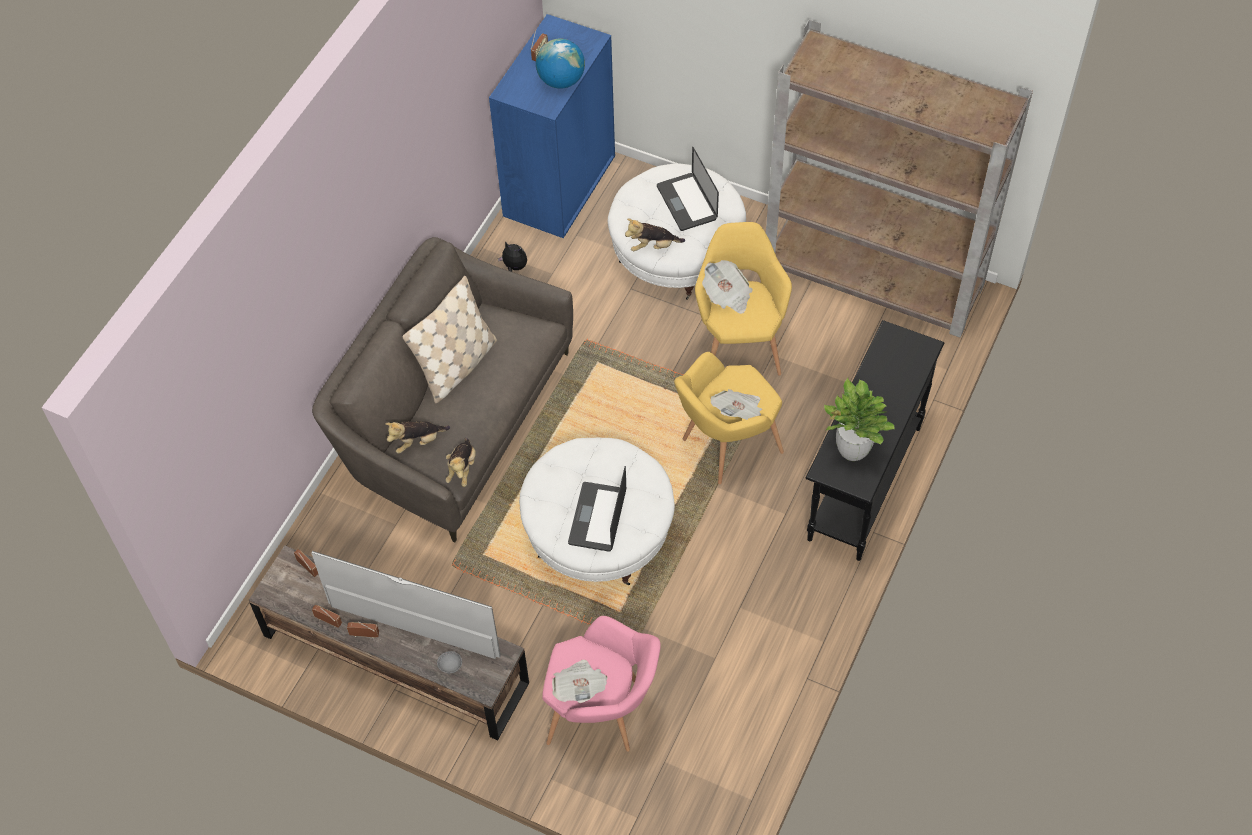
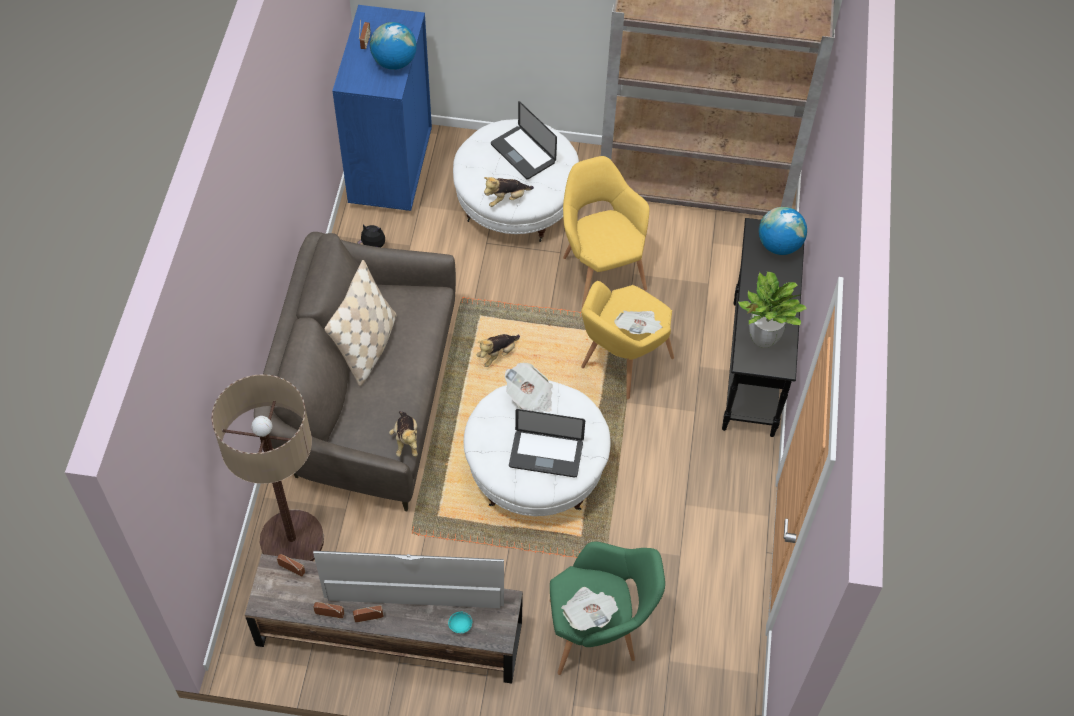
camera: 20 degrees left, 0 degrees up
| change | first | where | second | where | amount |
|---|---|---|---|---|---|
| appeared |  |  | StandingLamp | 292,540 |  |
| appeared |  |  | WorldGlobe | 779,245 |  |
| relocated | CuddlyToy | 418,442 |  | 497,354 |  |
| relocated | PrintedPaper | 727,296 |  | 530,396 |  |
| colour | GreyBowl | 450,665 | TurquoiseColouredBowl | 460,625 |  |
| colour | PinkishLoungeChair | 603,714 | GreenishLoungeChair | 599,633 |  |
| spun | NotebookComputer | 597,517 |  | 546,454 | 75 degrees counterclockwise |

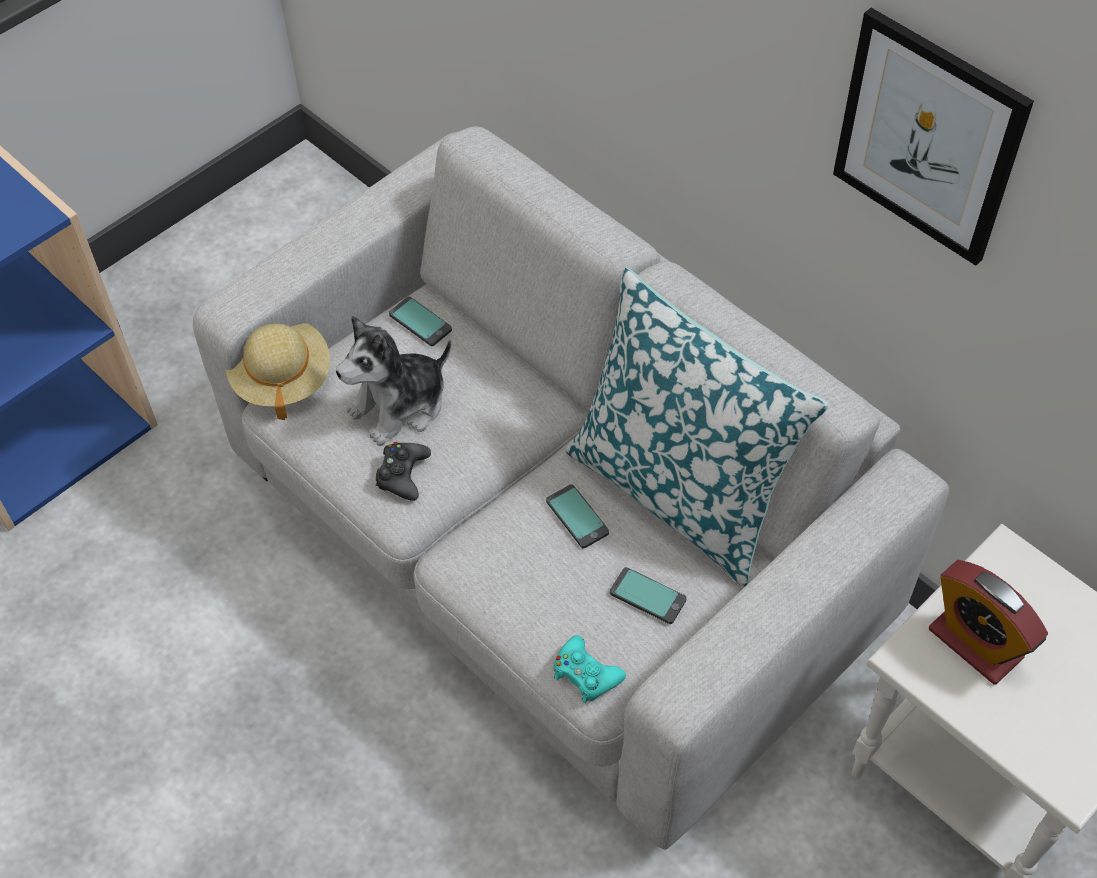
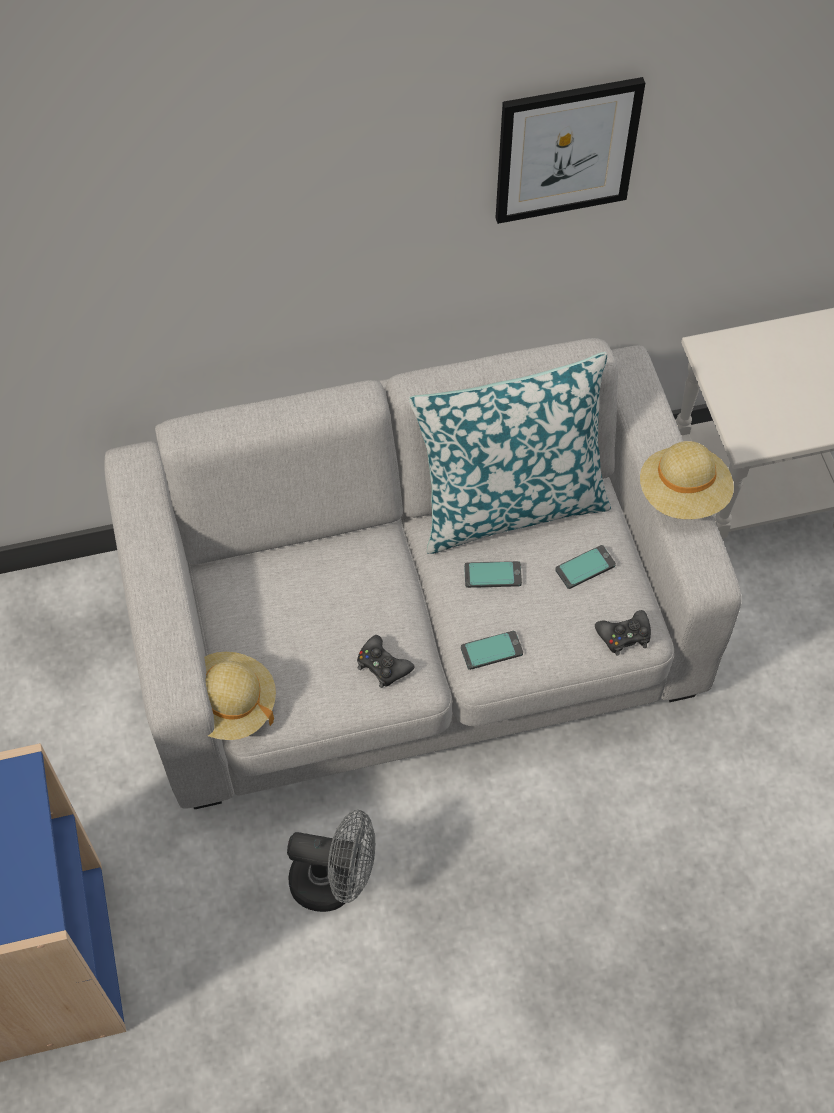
camera: 60 degrees left, 5 degrees up
| change | first | where | second | where | amount |
|---|---|---|---|---|---|
| missing | CuddlyToy | 400,406 |  |  |  |
| missing | AlarmClock | 975,643 |  |  |  |
| appeared |  |  | GreyFan | 335,881 |  |
| appeared |  |  | SandColouredHat | 683,495 |  |
| relocated | Handset | 420,322 |  | 491,650 |  |
| colour | TurquoiseColouredGameController | 585,674 | BlackGameController | 624,635 |  |

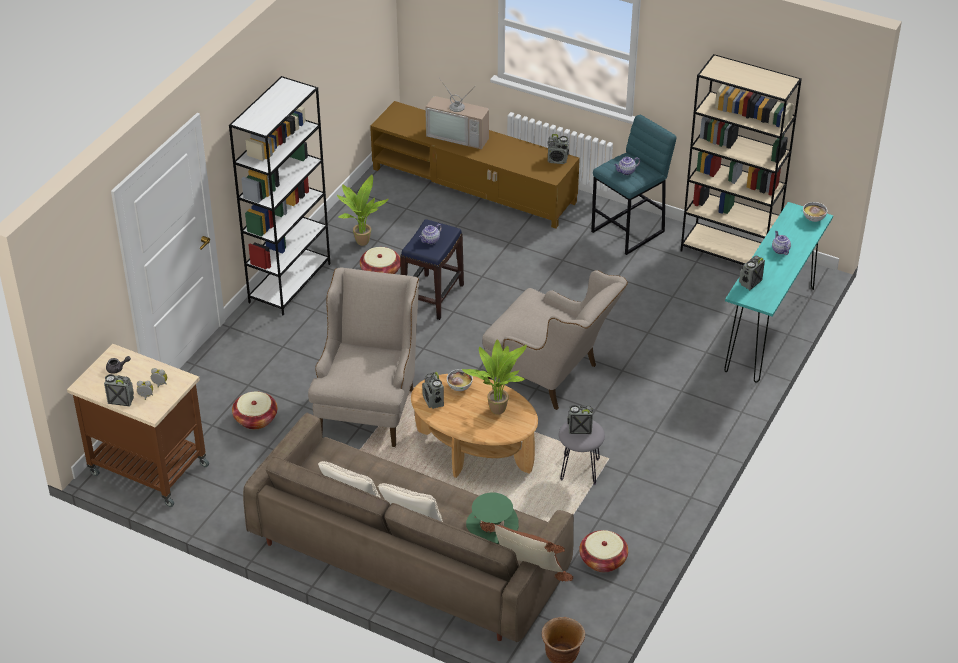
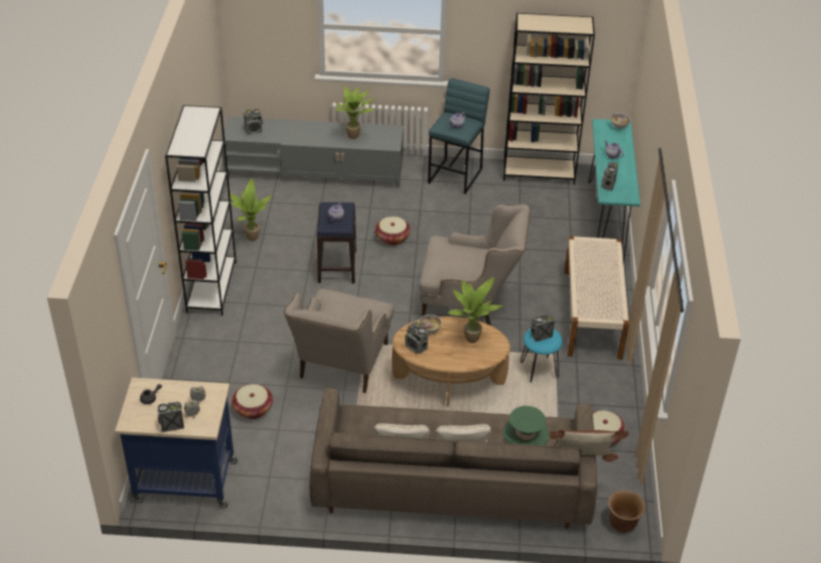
camera: 25 degrees left, 0 degrees up
| change | first | where | second | where | amount |
|---|---|---|---|---|---|
| missing | Television | 459,135 |  |  |  |
| appeared |  |  | Houseplant | 355,137 |  |
| appeared |  |  | SandColouredLongSeat | 592,313 |  |
| relocated | Basket | 380,272 |  | 392,238 |  |
| relocated | RadioReceiver | 557,160 |  | 254,131 |  |
| colour | BrownColouredWheeledCart | 148,470 | BlueColouredWheeledCart | 185,482 |  |
| colour | BrownColouredTvStand | 474,186 | GreyTvStand | 315,171 |  |
| colour | GreyStool | 579,470 | TurquoiseColouredStool | 539,370 |  |
| spun | SandColouredLoungeChair | 369,404 |  | 340,368 | 150 degrees counterclockwise |

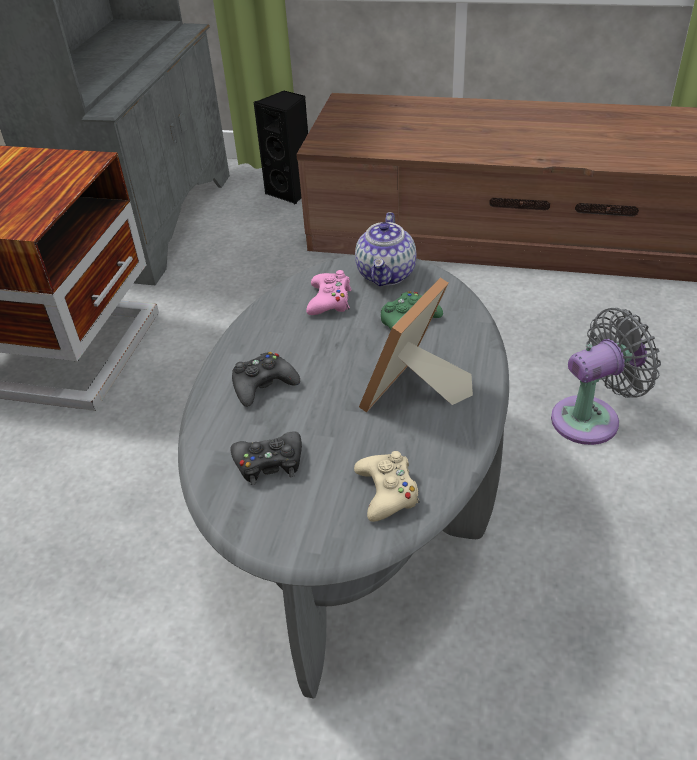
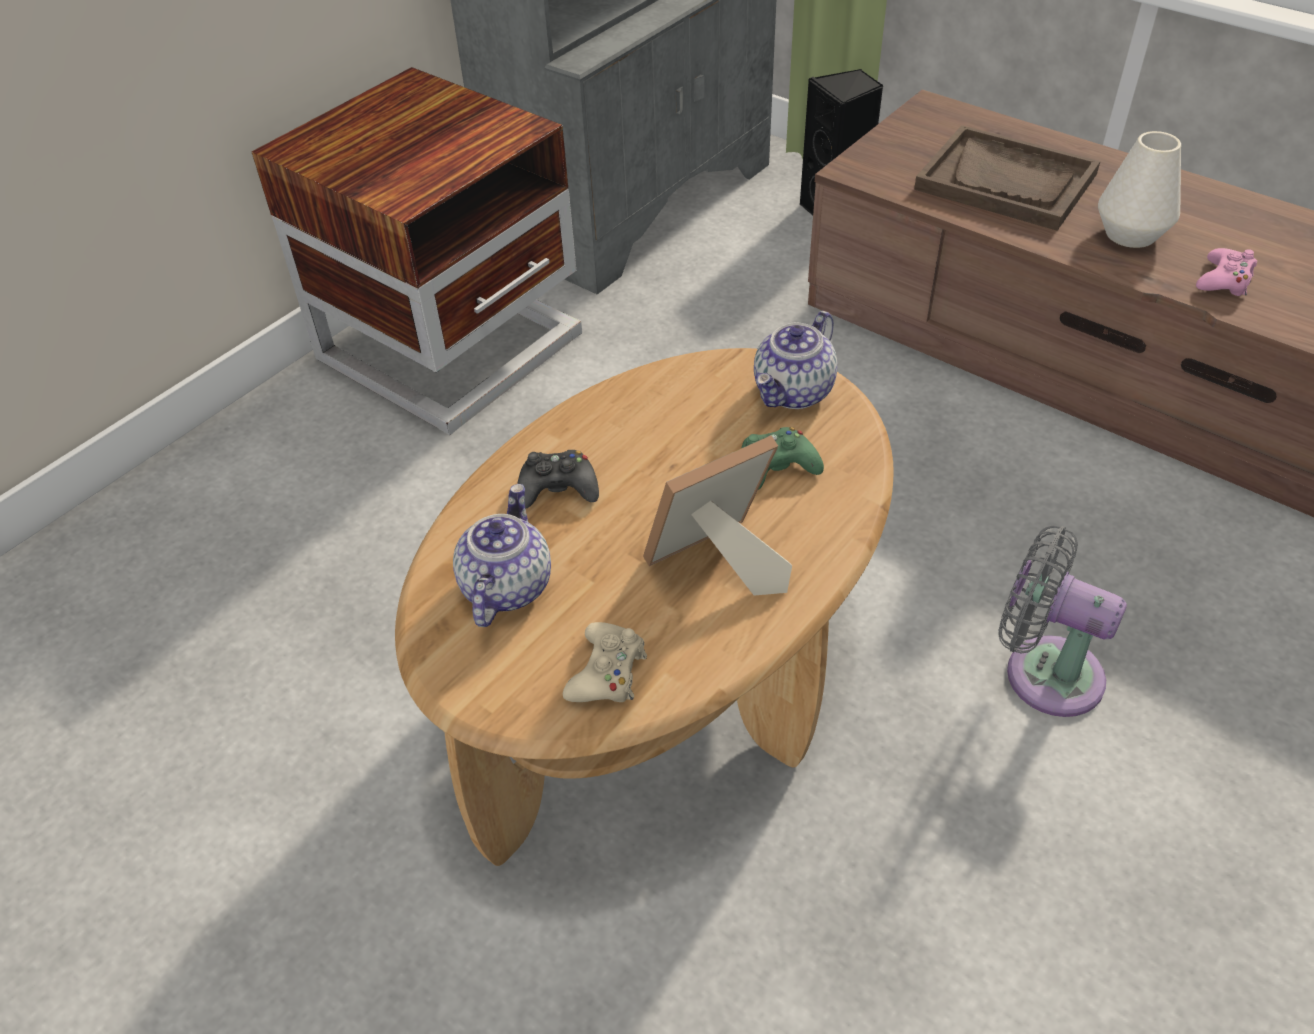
camera: 25 degrees right, 5 degrees up
| change | first | where | second | where | amount |
|---|---|---|---|---|---|
| appeared |  |  | BrownColouredServingTray | 1006,182 |  |
| appeared |  |  | WhitishVase | 1130,234 |  |
| relocated | PinkishGameController | 329,301 |  | 1224,280 |  |
| exchanged | BlackGameController | 269,463 | TeaPot | 505,586 |  |
| colour | GreyLowTable | 358,519 | BrownColouredLowTable | 665,683 |  |
| spun | GreyFan | 591,418 |  | 1043,671 | 150 degrees counterclockwise |

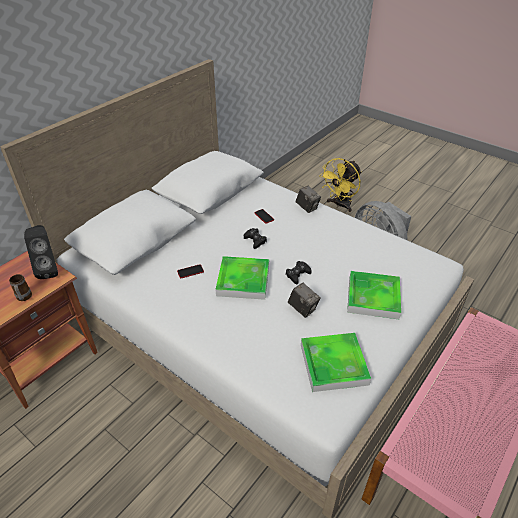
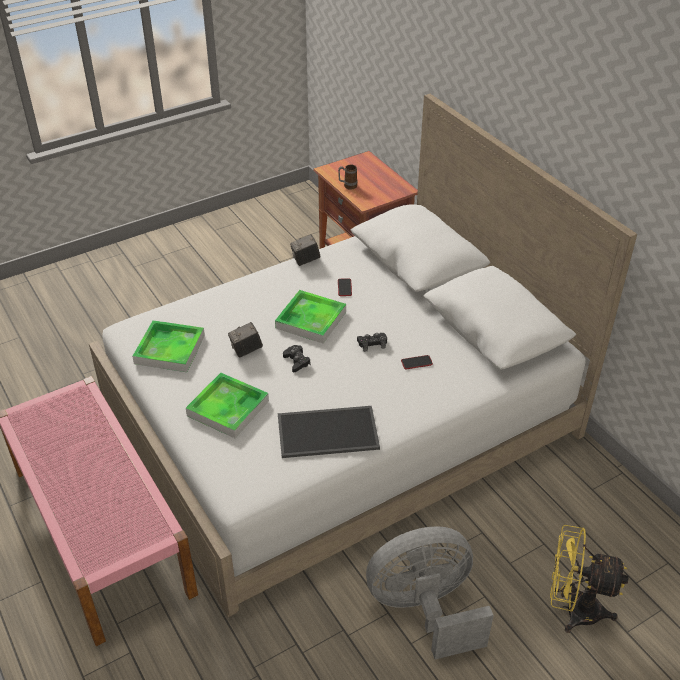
camera: 110 degrees right, 0 degrees up
| change | first | where | second | where | amount |
|---|---|---|---|---|---|
| missing | BlackLoudspeaker | 50,269 |  |  |  |
| appeared |  |  | ServingTray | 328,431 |  |
| relocated | StillCamera | 307,207 |  | 305,260 |  |
| spun | YellowFan | 339,205 |  | 573,609 | 45 degrees counterclockwise |

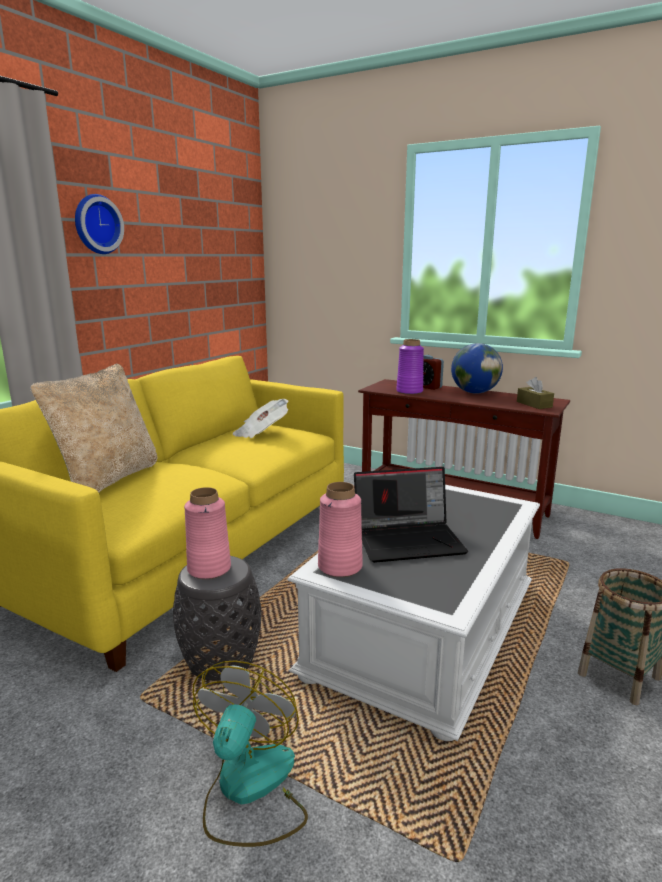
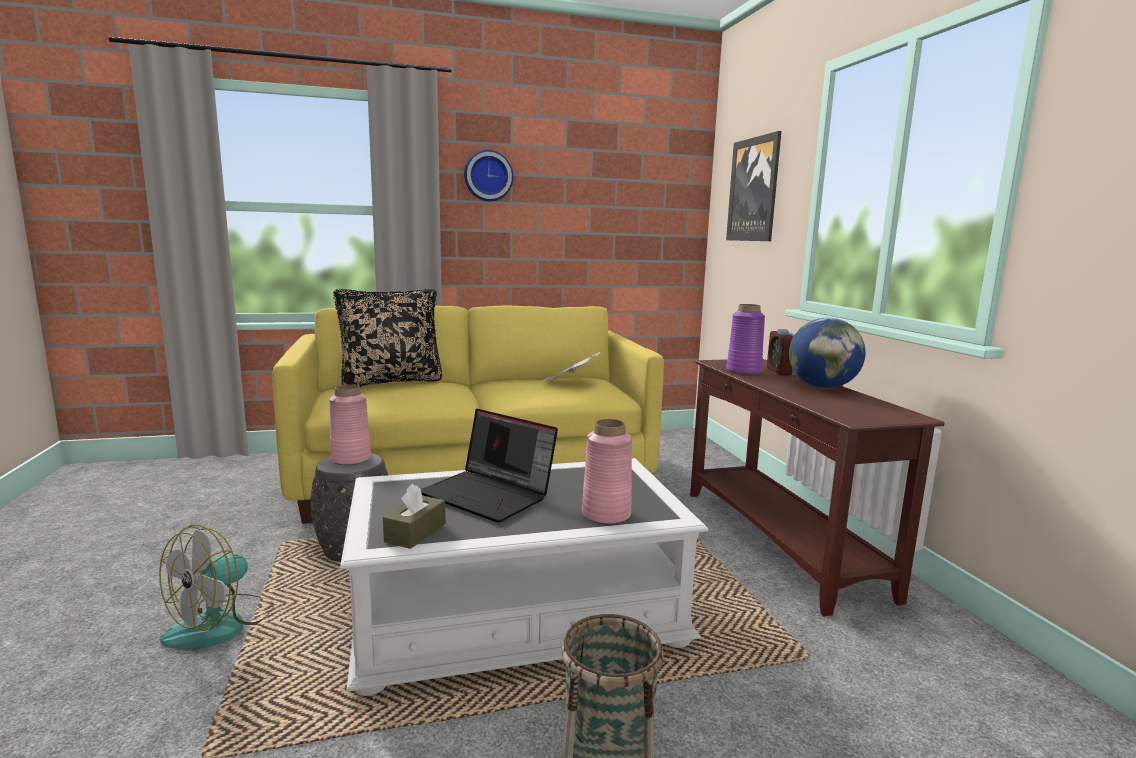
camera: 45 degrees right, 5 degrees down
| change | first | where | second | where | amount |
|---|---|---|---|---|---|
| appeared |  |  | WallArt | 754,190 |  |
| relocated | PinkishVase | 340,566 |  | 606,514 |  |
| relocated | BrownColouredTissueBox | 534,404 |  | 415,532 |  |
| colour | SandColouredCushion | 110,481 | BlackCushion | 392,383 |  |
| spun | Fan | 249,790 |  | 222,624 | 150 degrees clockwise |

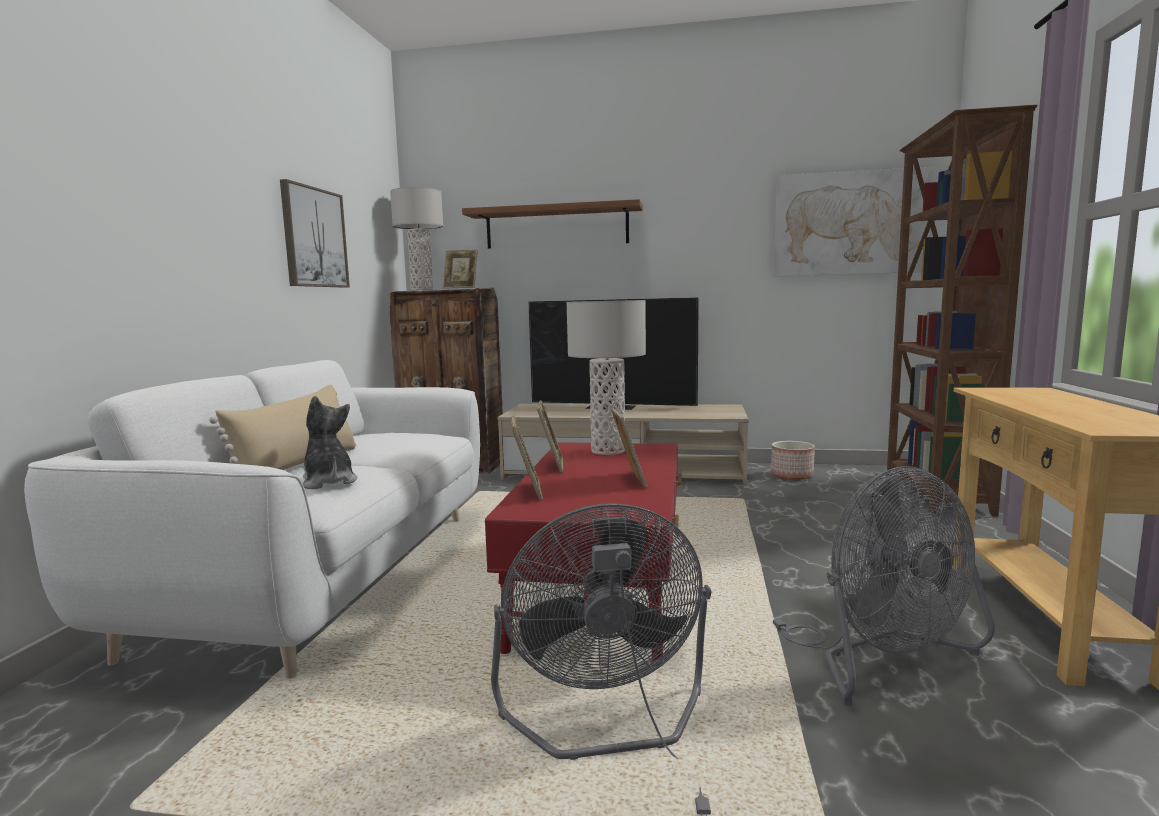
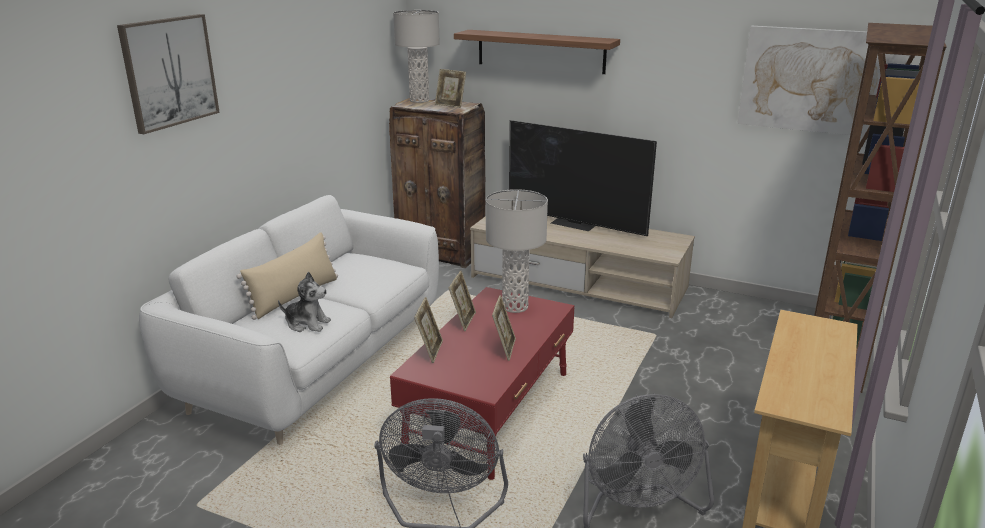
camera: 15 degrees right, 15 degrees up
| change | first | where | second | where | amount |
|---|---|---|---|---|---|
| missing | FlowerPot | 792,475 |  |  |  |
| relocated | WallArt | 314,238 |  | 169,72 |  |
| spun | CuddlyToy | 328,482 |  | 307,323 | 120 degrees clockwise |

